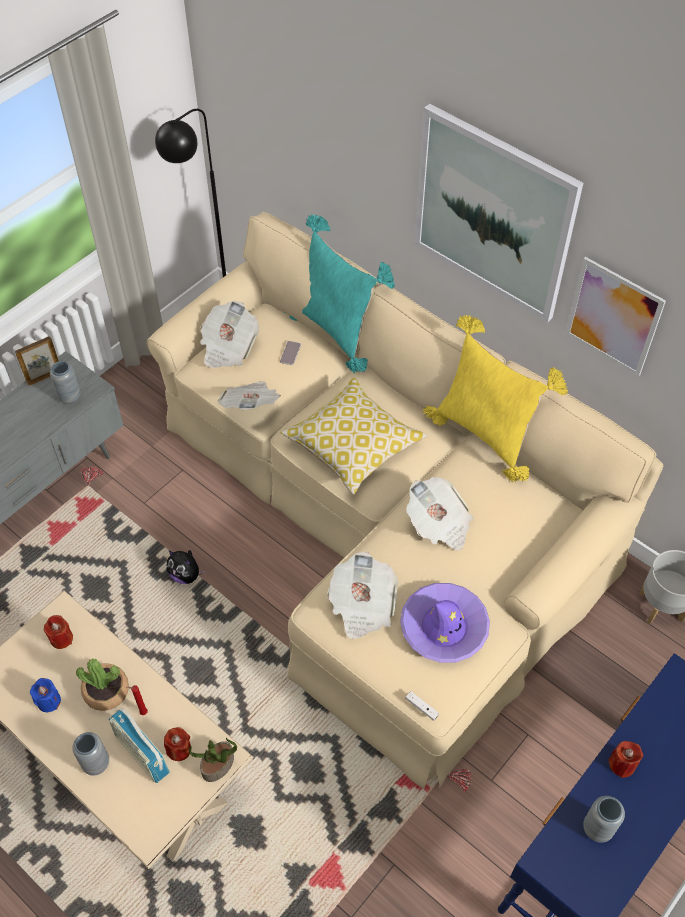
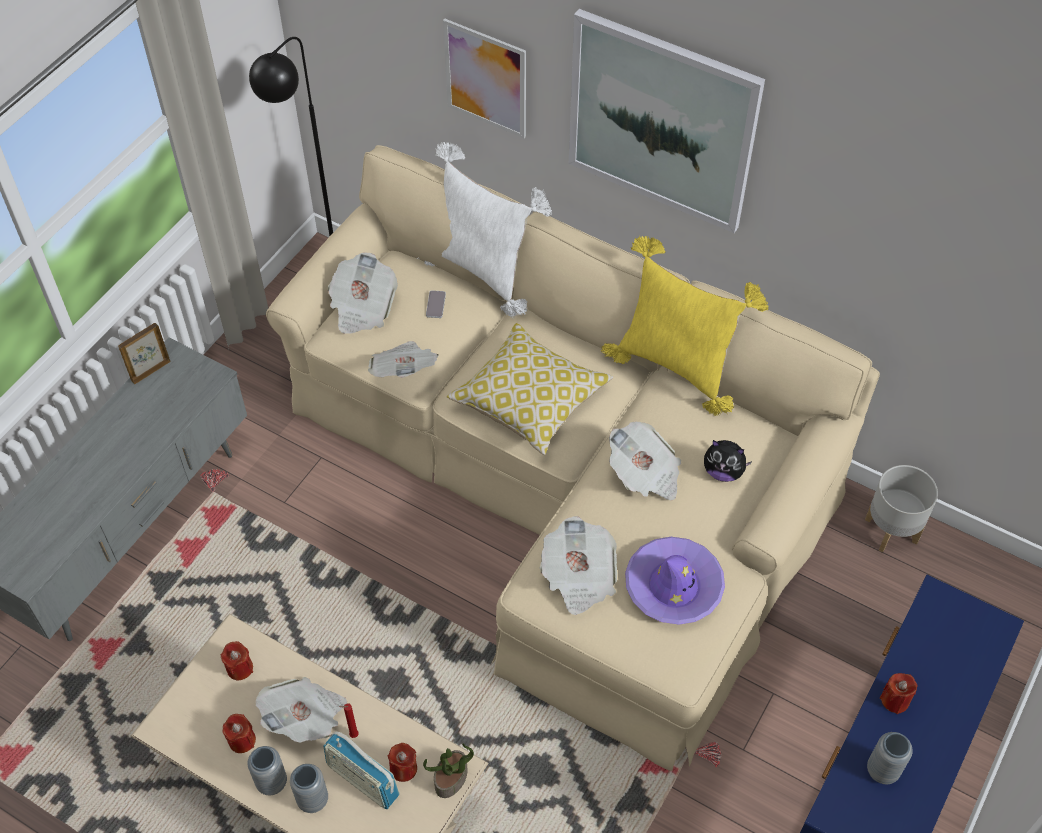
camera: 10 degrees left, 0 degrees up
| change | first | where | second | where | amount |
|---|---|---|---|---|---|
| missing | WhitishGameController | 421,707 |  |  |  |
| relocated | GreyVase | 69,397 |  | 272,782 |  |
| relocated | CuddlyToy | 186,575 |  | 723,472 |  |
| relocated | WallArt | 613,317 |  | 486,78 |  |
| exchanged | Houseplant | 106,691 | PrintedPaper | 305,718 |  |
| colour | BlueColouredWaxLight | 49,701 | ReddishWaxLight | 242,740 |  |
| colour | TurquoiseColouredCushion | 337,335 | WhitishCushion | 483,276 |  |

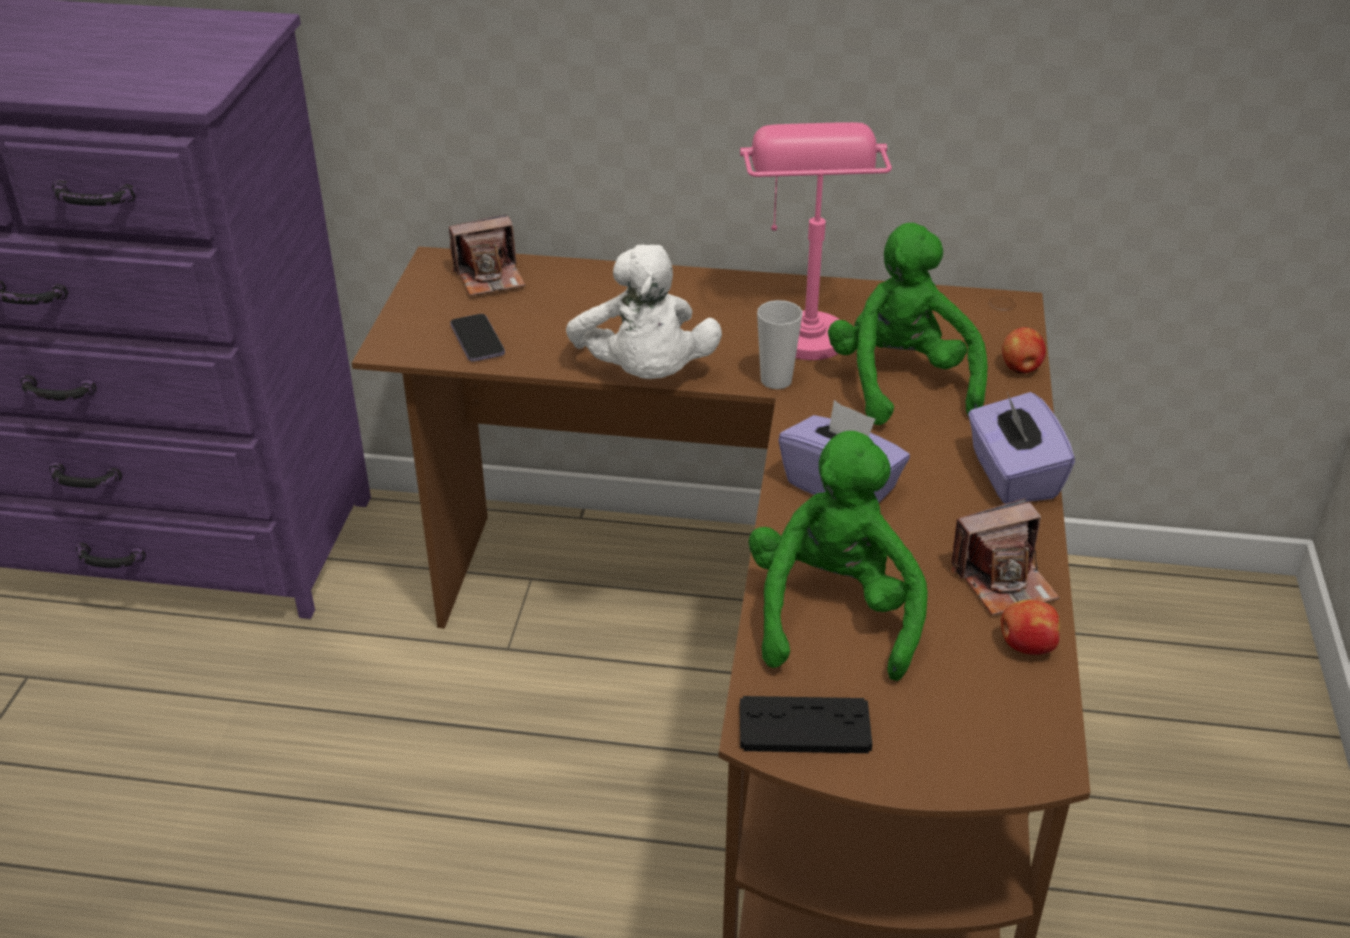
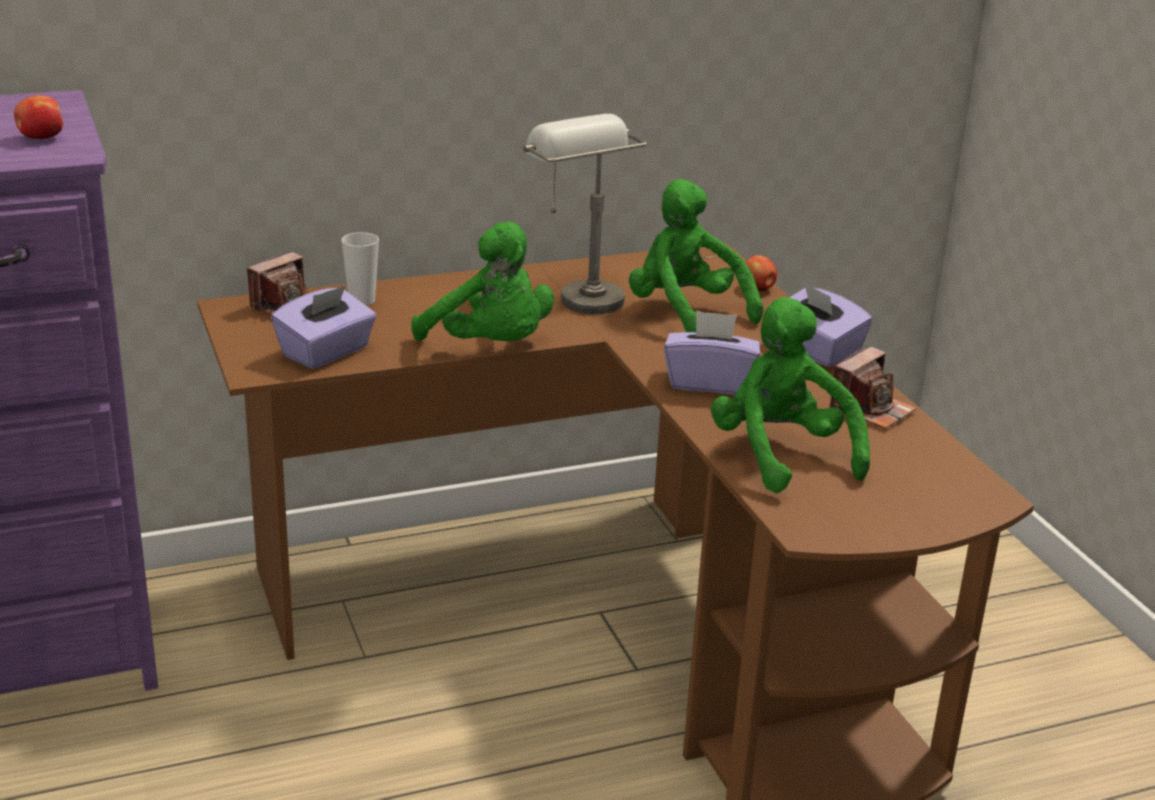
camera: 30 degrees left, 10 degrees down
| change | first | where | second | where | amount |
|---|---|---|---|---|---|
| missing | BlackGameController | 804,727 |  |  |  |
| relocated | SmallCup | 776,381 |  | 362,301 |  |
| relocated | WholeApple | 1026,646 |  | 41,138 |  |
| exchanged | Handset | 477,340 | PurpleColouredTissueBox | 326,352 |  |
| colour | WhitishCuddlyToy | 644,374 | GreenishCuddlyToy | 490,347 |  |
| colour | PinkishLampForATable | 803,325 | GreyLampForATable | 578,293 |  |

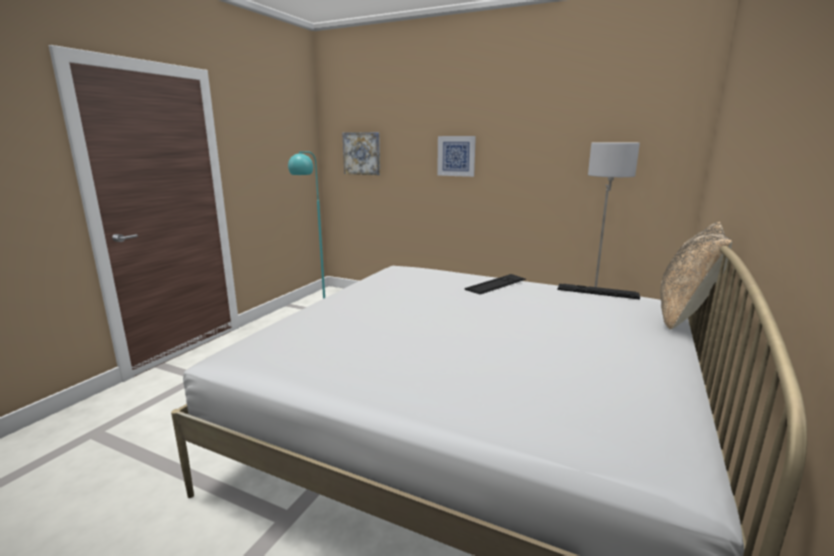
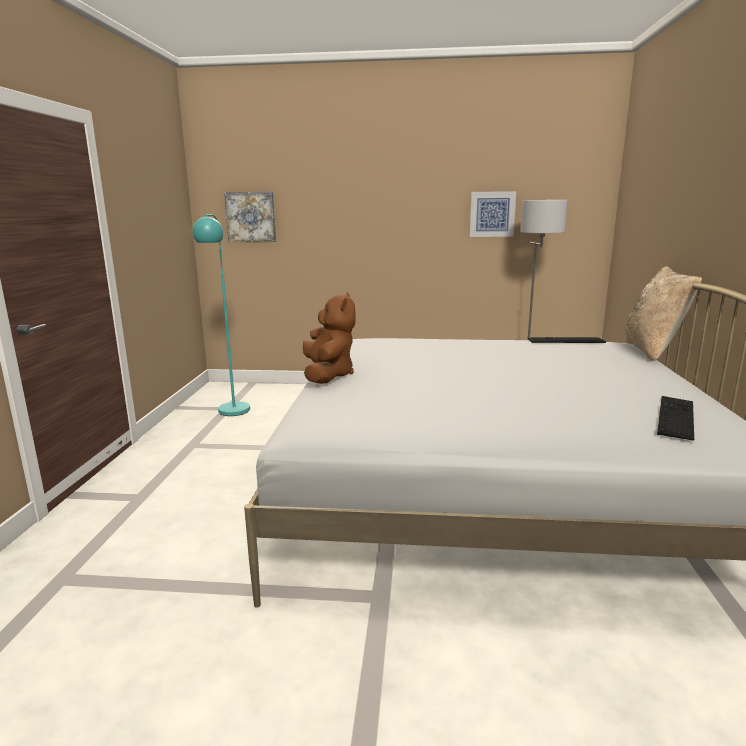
camera: 20 degrees left, 0 degrees up
| change | first | where | second | where | amount |
|---|---|---|---|---|---|
| appeared |  |  | BrownColouredCuddlyToy | 328,375 |  |
| relocated | WallArt | 456,156 |  | 492,214 |  |
| relocated | ComputerKeyboard | 496,284 |  | 676,417 |  |

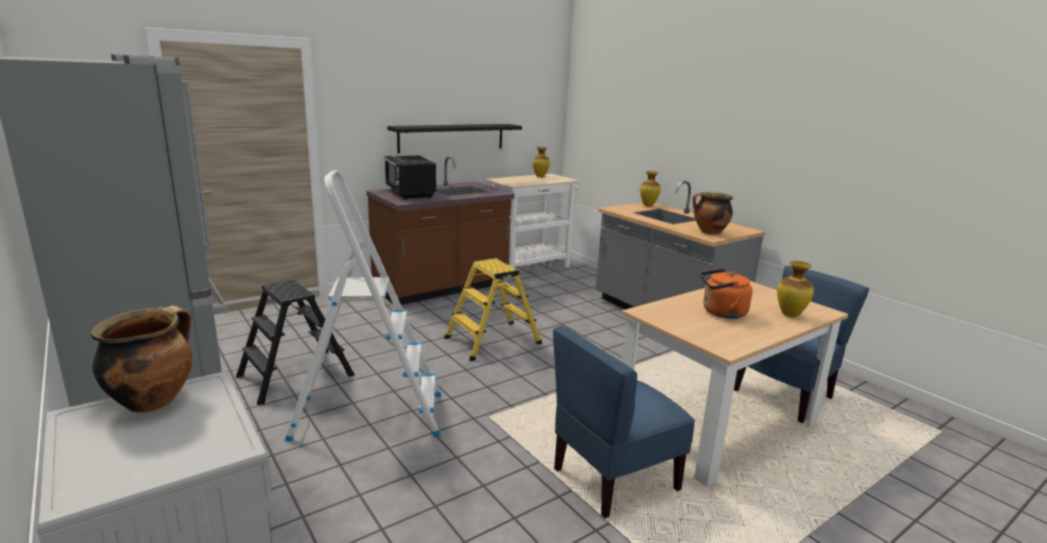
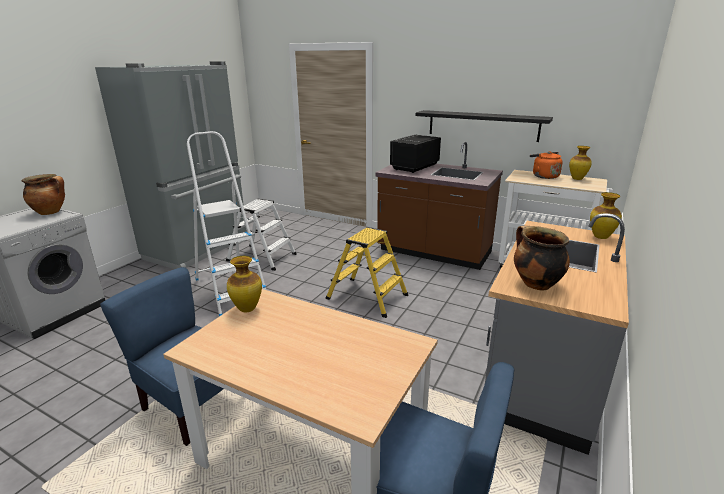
camera: 65 degrees right, 5 degrees up
| change | first | where | second | where | amount |
|---|---|---|---|---|---|
| relocated | OrangeyTeaKettle | 721,313 |  | 543,176 |  |
| relocated | Vase | 790,315 |  | 247,309 |  |
| colour | BlackStepLadder | 295,375 | WhitishStepLadder | 261,257 |  |

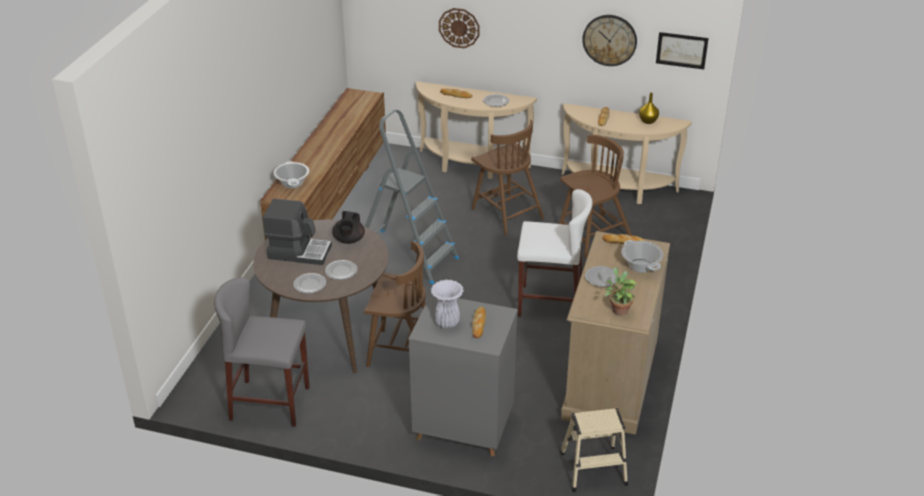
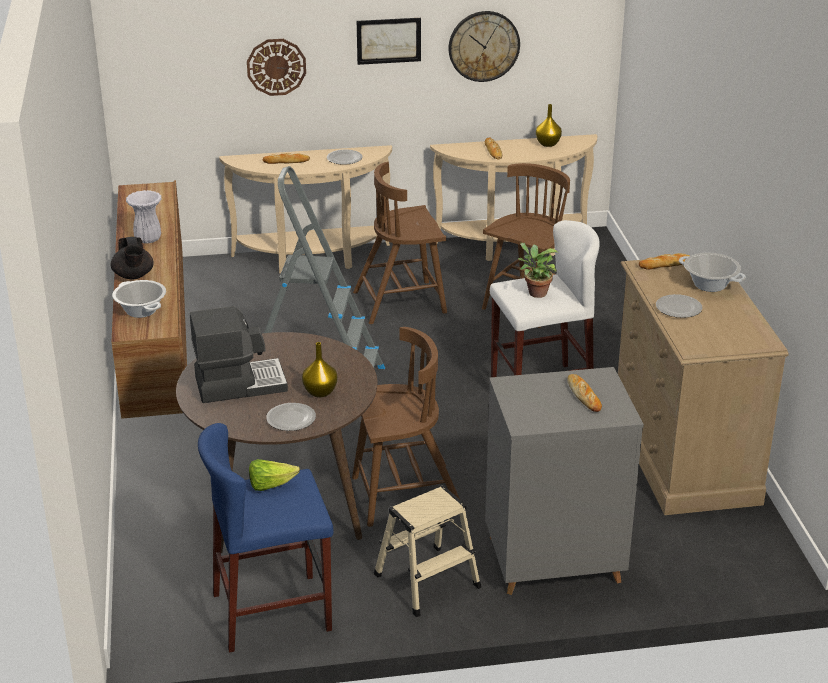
camera: 25 degrees left, 5 degrees down
| change | first | where | second | where | amount |
|---|---|---|---|---|---|
| appeared |  |  | Lettuce | 270,485 |  |
| relocated | BlackTeaPot | 349,240 |  | 133,276 |  |
| relocated | WhitishVase | 447,323 |  | 148,240 |  |
| relocated | SandColouredStepLadder | 593,468 |  | 426,580 |  |
| relocated | Houseplant | 618,310 |  | 535,293 |  |
| relocated | WallArt | 681,50 |  | 388,40 |  |
| exchanged | FlatDish | 340,271 | YellowVase | 319,392 |  |
| colour | GreyStool | 270,403 | BlueColouredStool | 272,612 |  |
| spun | BrownColouredUprightChair | 506,213 |  | 402,302 | 135 degrees clockwise |

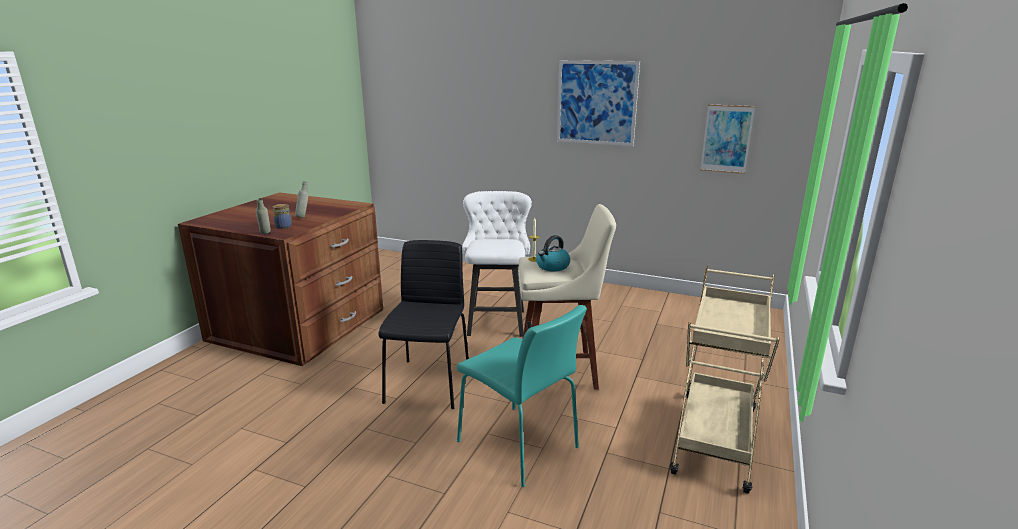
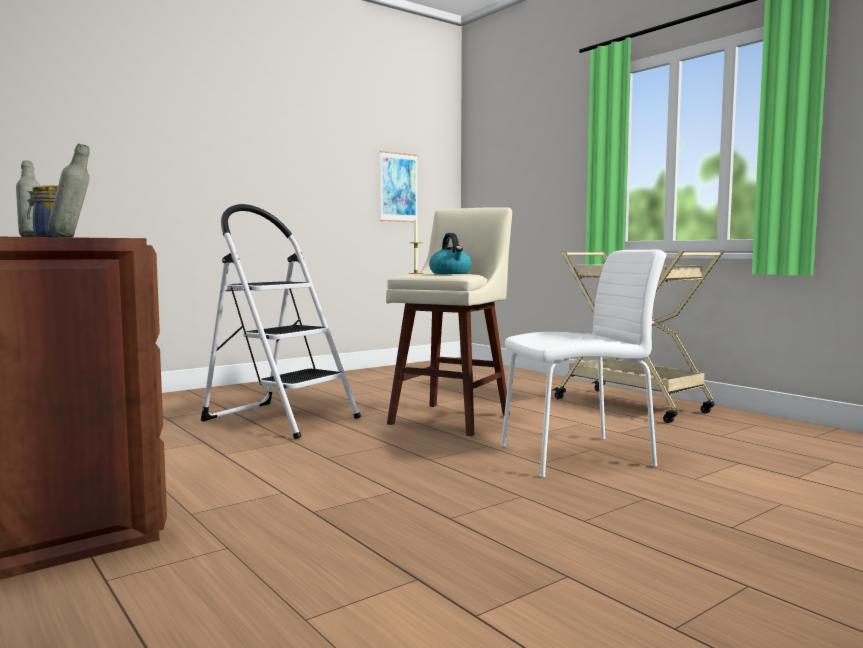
camera: 60 degrees left, 15 degrees down
| change | first | where | second | where | amount |
|---|---|---|---|---|---|
| missing | BlackUprightChair | 429,381 |  |  |  |
| missing | WallArt | 596,103 |  |  |  |
| exchanged | WhitishStool | 497,318 | StepLadder | 278,419 |  |
| colour | TurquoiseColouredUprightChair | 521,446 | WhitishUprightChair | 580,455 |  |

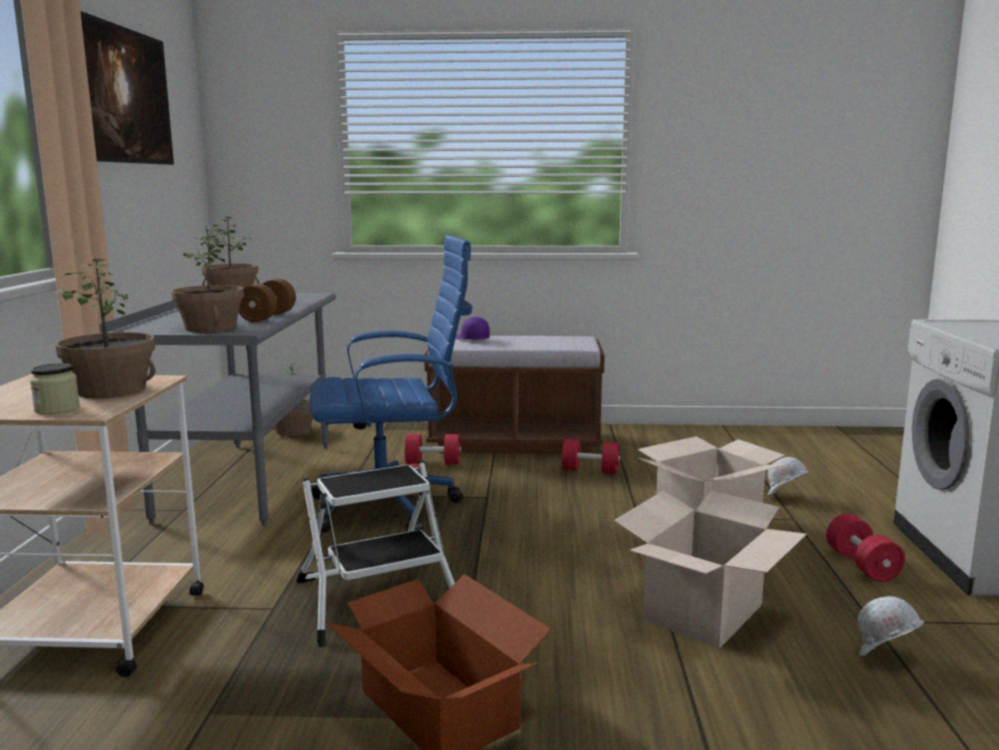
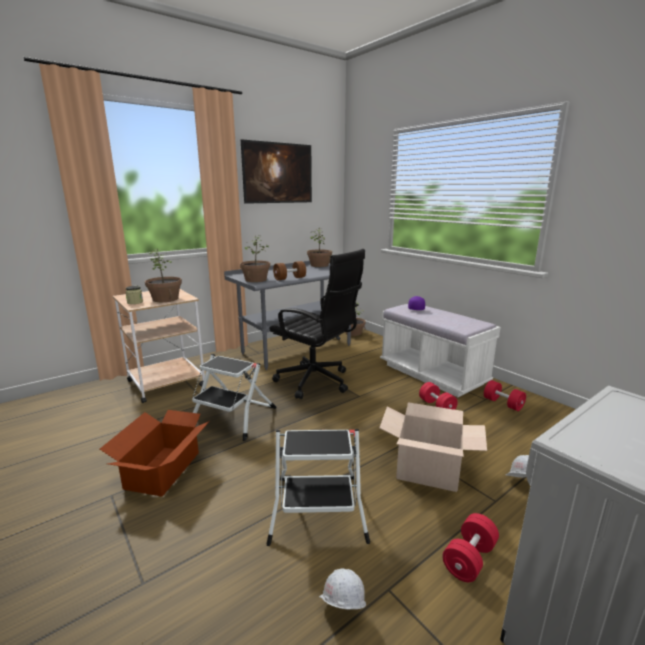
camera: 50 degrees right, 5 degrees up
| change | first | where | second | where | amount |
|---|---|---|---|---|---|
| relocated | ReddishDumbbell | 433,463 |  | 503,403 |  |
| exchanged | PackingBox | 702,612 | StepLadder | 317,509 |  |
| colour | BlueColouredOfficeChair | 392,506 | BlackOfficeChair | 316,382 |  |
| colour | BrownColouredLongSeat | 514,442 | WhitishLongSeat | 432,374 |  |

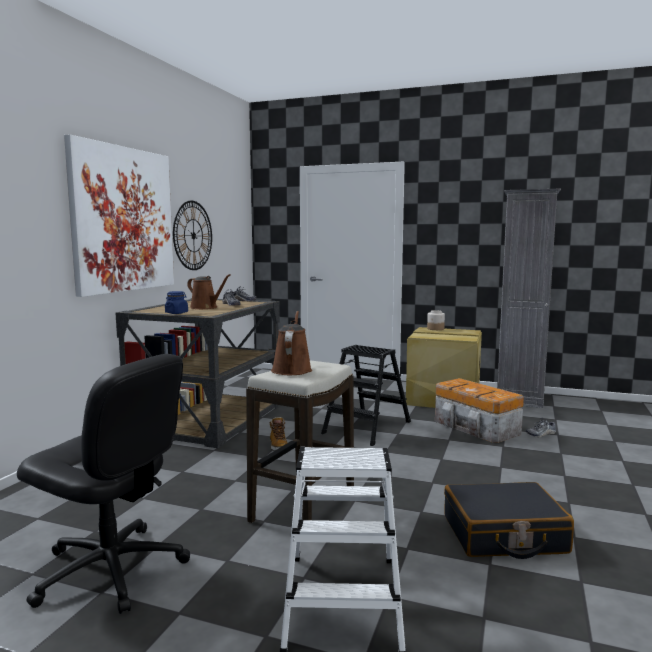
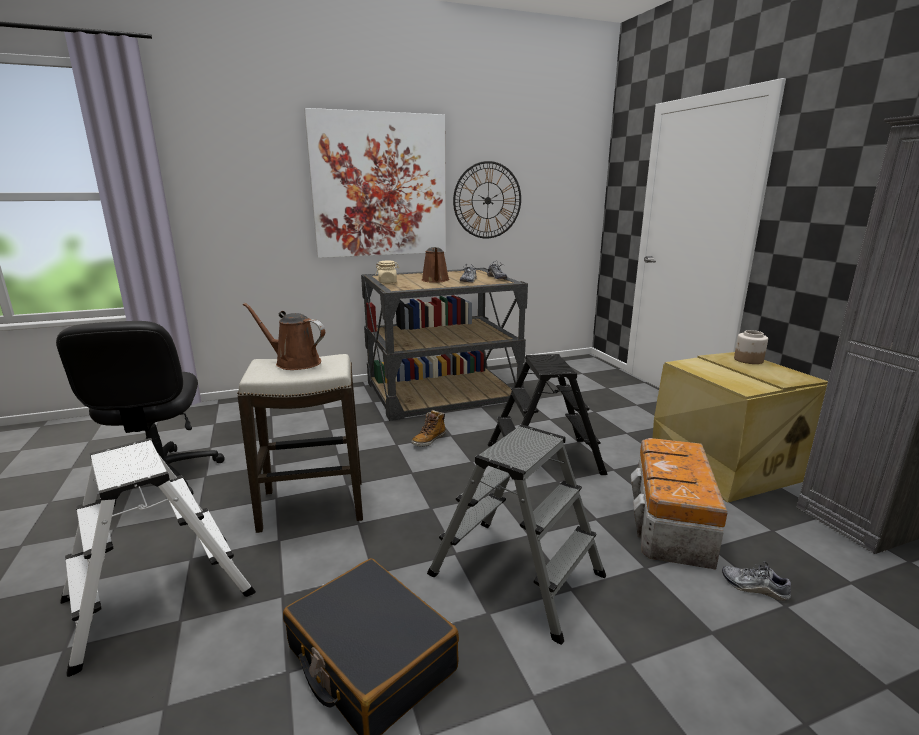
camera: 50 degrees right, 10 degrees up
| change | first | where | second | where | amount |
|---|---|---|---|---|---|
| appeared |  |  | GreyStepLadder | 516,574 |  |
| colour | BlueColouredPreserveJar | 176,313 | SandColouredPreserveJar | 387,282 |  |
| spun | BrownColouredWateringPot | 292,369 |  | 294,362 | 120 degrees counterclockwise |

